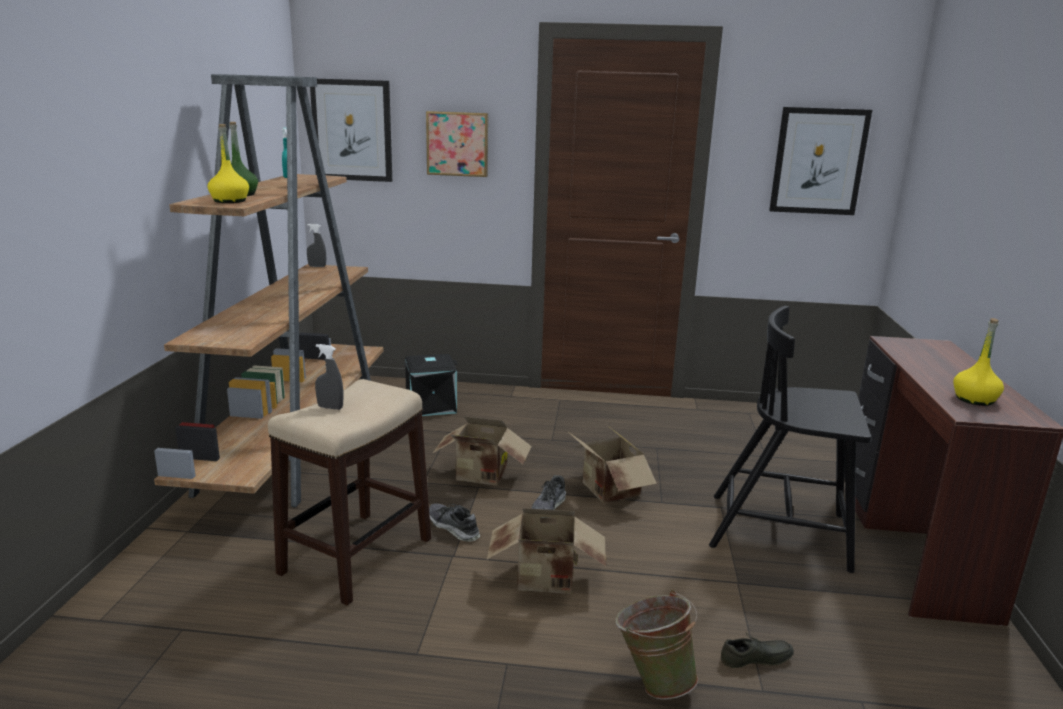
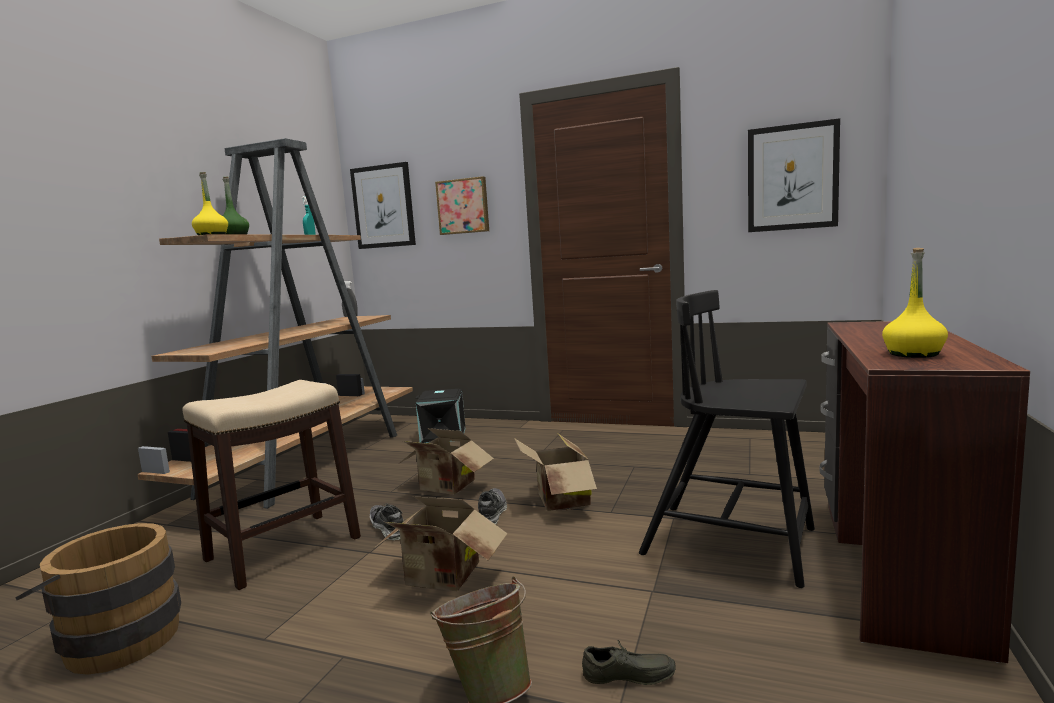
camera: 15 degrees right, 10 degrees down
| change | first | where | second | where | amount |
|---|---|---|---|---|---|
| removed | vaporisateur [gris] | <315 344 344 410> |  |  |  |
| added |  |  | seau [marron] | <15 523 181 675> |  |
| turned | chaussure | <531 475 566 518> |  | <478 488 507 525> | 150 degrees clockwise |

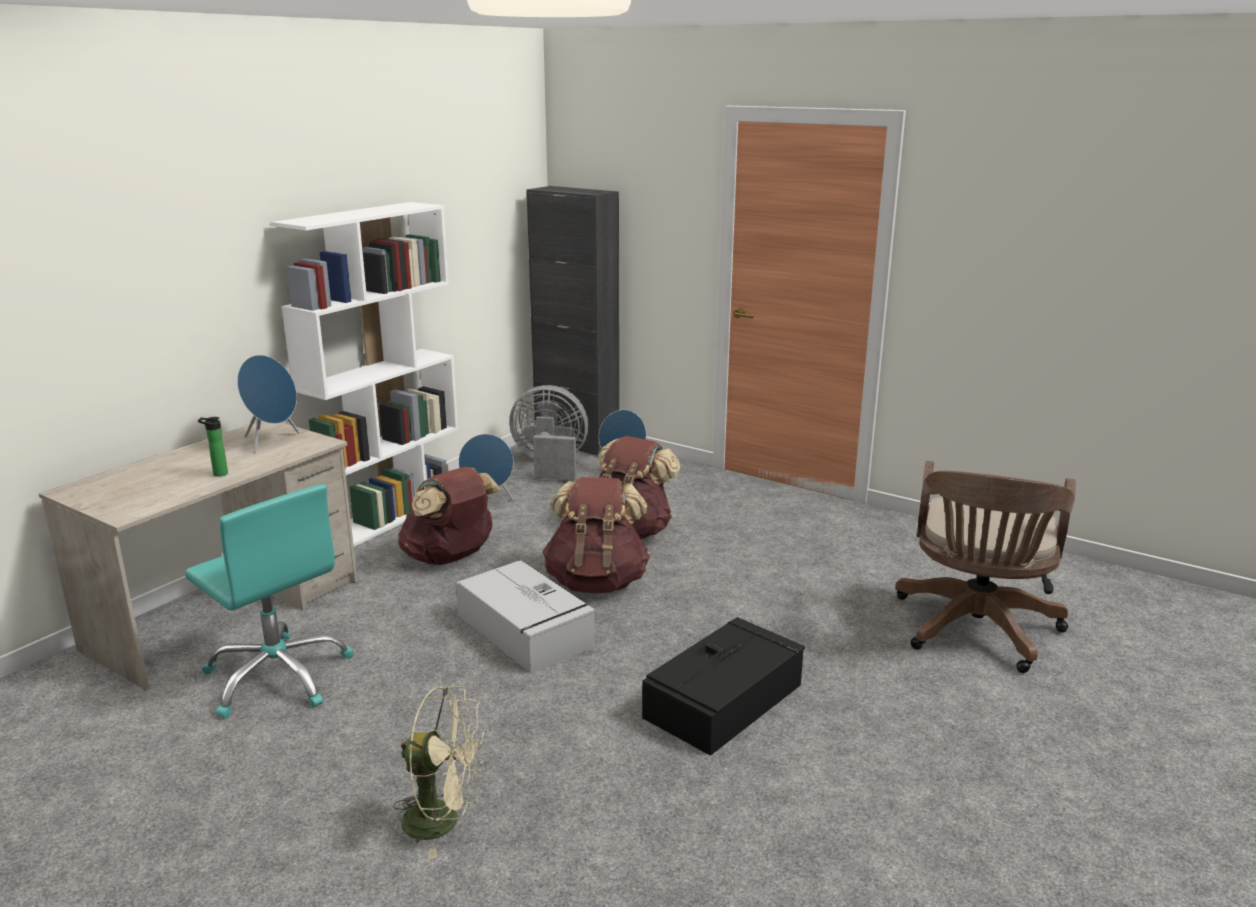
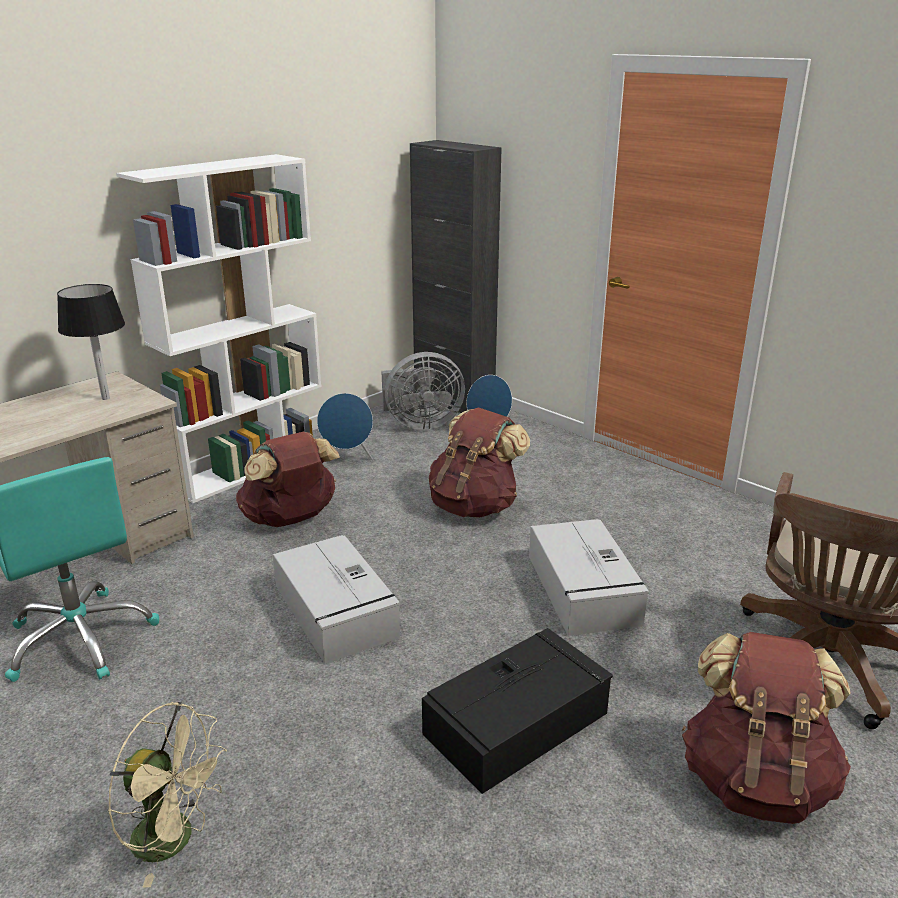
camera: 10 degrees right, 5 degrees up
| change | first | where | second | where | amount |
|---|---|---|---|---|---|
| removed | bouteille | <198 417 228 477> |  |  |  |
| added |  |  | boîte de rangement [gris] | <529 519 649 636> |  |
| moved | sac à dos [marron] | <542 477 650 593> |  | <682 632 851 824> |  |
| replaced | enceinte [bleu] | <237 355 300 453> | lampe de table [noir] | <57 284 125 400> |  |
| turned | ventilateur [gris] | <509 385 588 480> |  | <381 352 465 430> | 150 degrees clockwise |

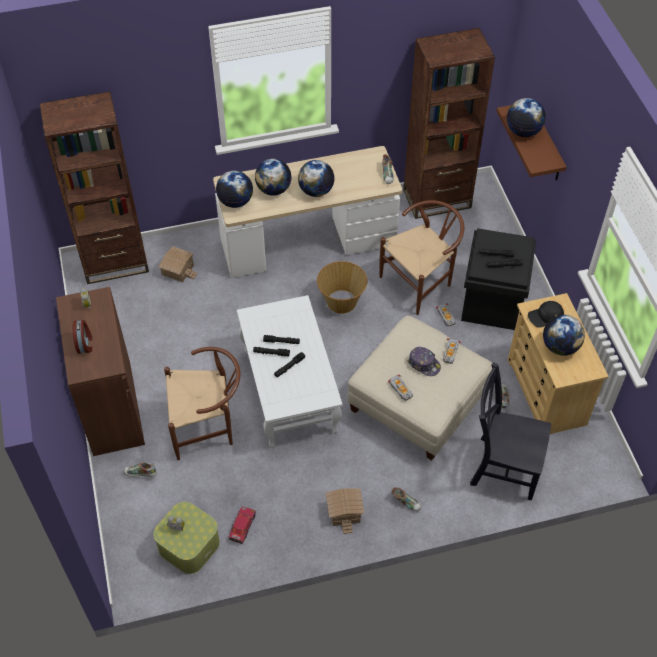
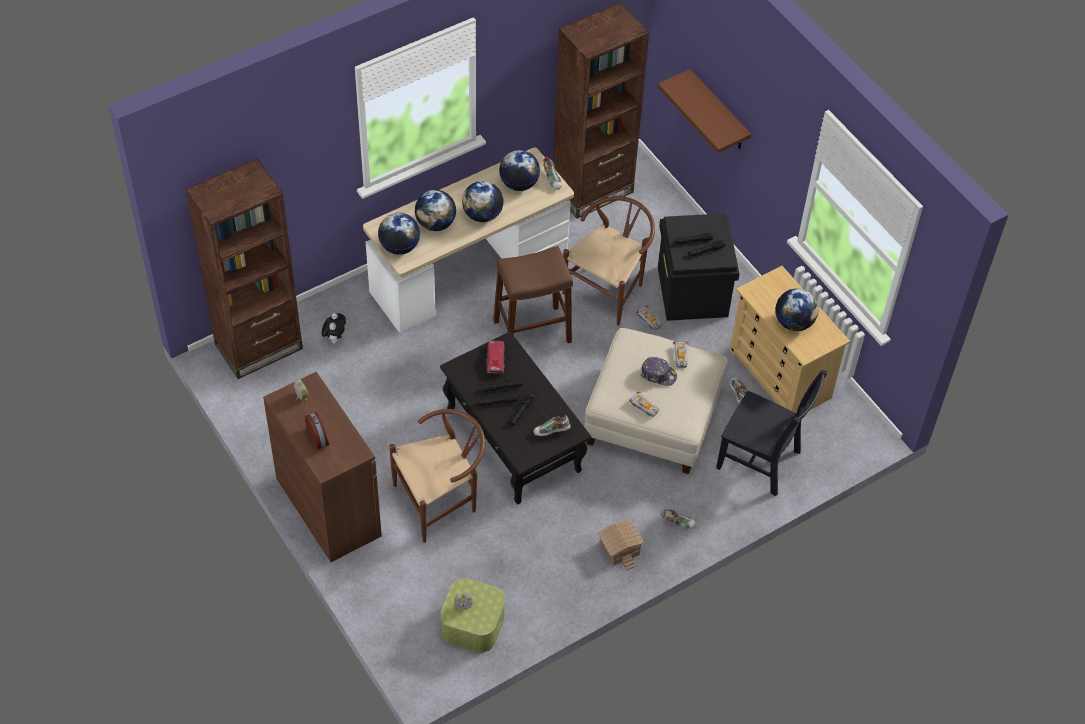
camera: 20 degrees left, 0 degrees up
| change | first | where | second | where | amount |
|---|---|---|---|---|---|
| removed | casquette [noir] | <528 301 564 328> |  |  |  |
| moved | chaussure | <124 462 157 477> |  | <534 415 571 436> |  |
| moved | petite voiture | <228 506 256 544> |  | <486 341 505 374> |  |
| moved | globe | <507 98 546 137> |  | <499 150 540 191> |  |
| replaced | maison miniature | <158 246 197 282> | peluche | <322 313 346 344> |  |
| replaced | panier | <317 261 367 314> | tabouret [marron] | <493 246 573 343> |  |
| recoloured | table basse [blanc] | <237 295 343 448> | table basse [noir] | <440 332 591 505> |  |
| turned | chaise [noir] | <470 362 551 500> |  | <716 370 828 496> | 150 degrees counterclockwise |

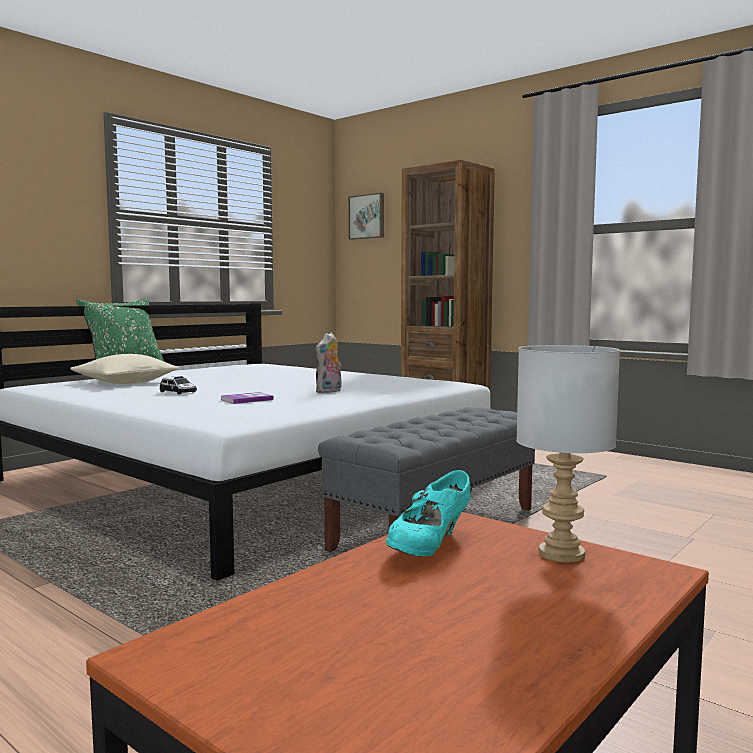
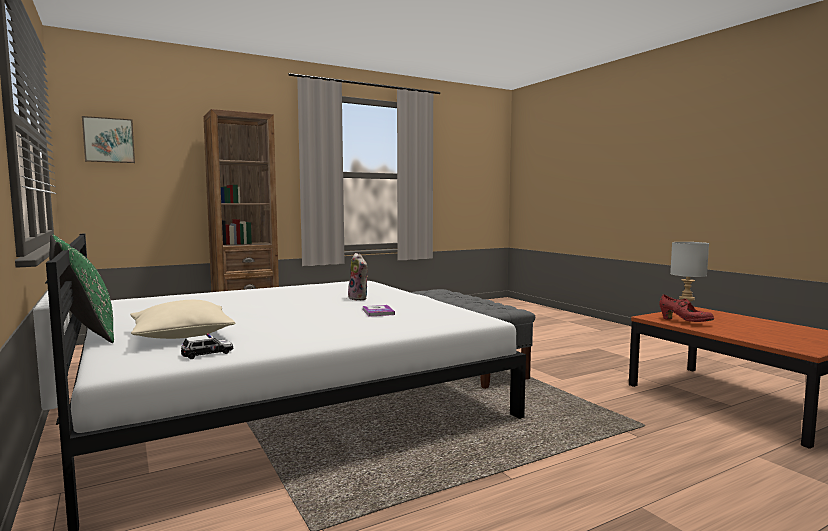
camera: 70 degrees left, 0 degrees up
| change | first | where | second | where | amount |
|---|---|---|---|---|---|
| moved | petite voiture | <160 376 197 394> |  | <181 333 233 359> |  |
| recoloured | chaussure [turquoise] | <386 470 471 556> | chaussure [rouge] | <659 294 714 322> |  |

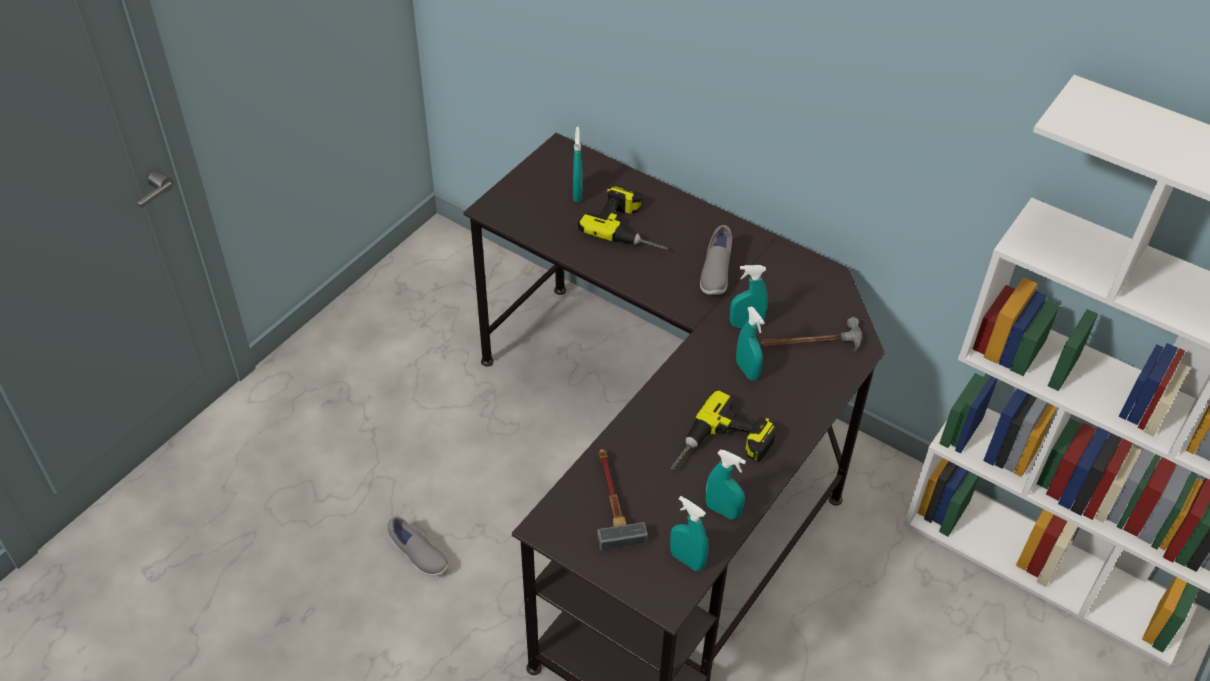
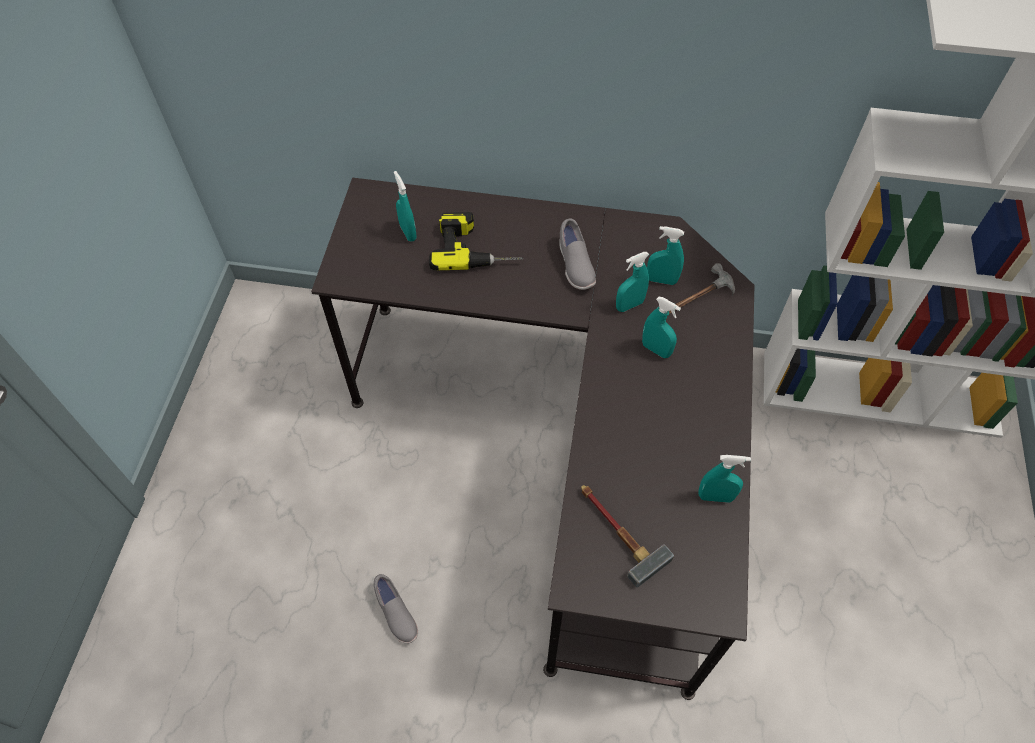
camera: 25 degrees left, 10 degrees up
| change | first | where | second | where | amount |
|---|---|---|---|---|---|
| removed | perceuse | <671 390 776 469> |  |  |  |
| moved | vaporisateur [turquoise] | <670 496 708 571> |  | <647 226 684 285> |  |
| turned | chaussure [gris] | <388 516 449 576> |  | <374 574 418 644> | 45 degrees clockwise |

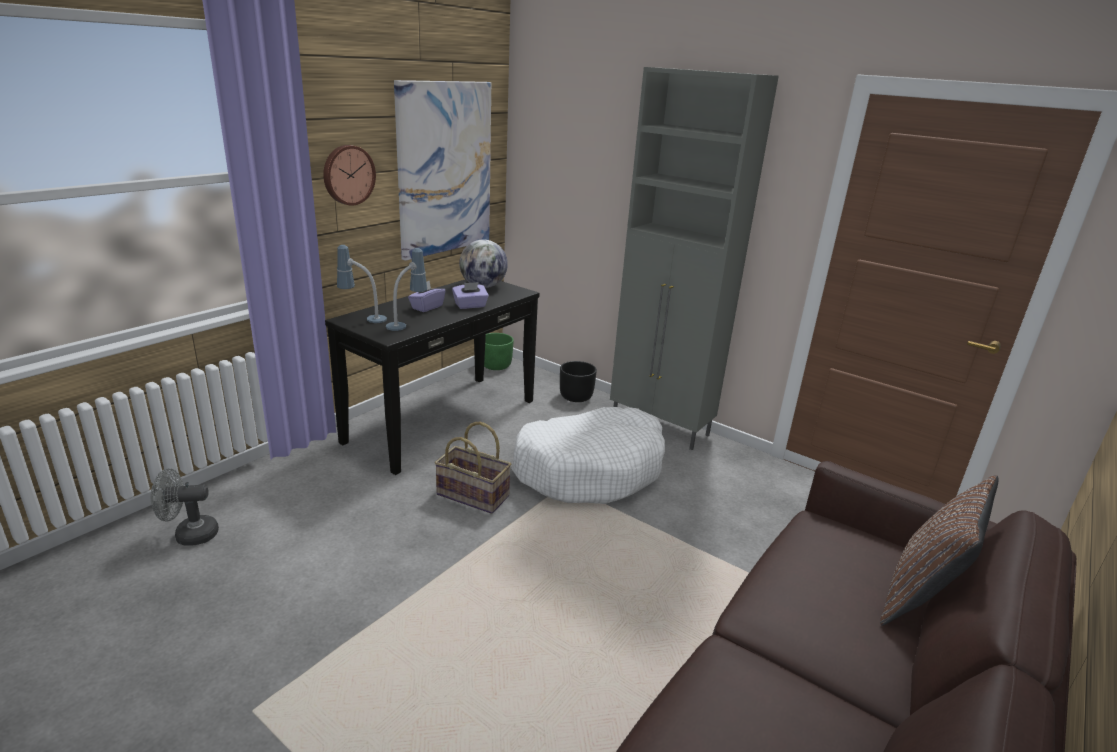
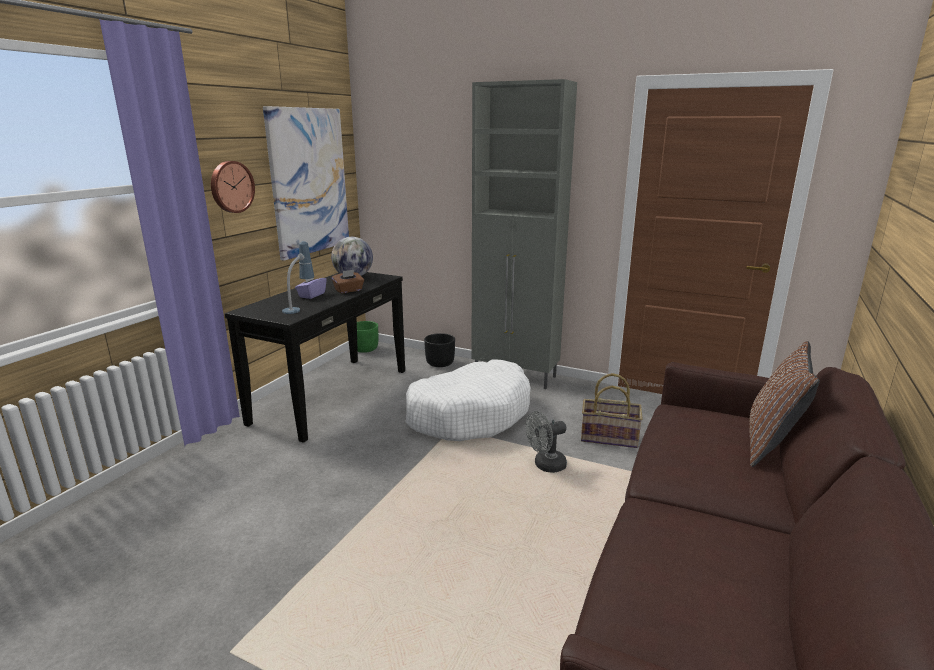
camera: 10 degrees left, 5 degrees down
| change | first | where | second | where | amount |
|---|---|---|---|---|---|
| removed | lampe de table | <337 245 387 323> |  |  |  |
| moved | ventilateur [gris] | <151 469 219 546> |  | <526 411 567 473> |  |
| moved | panier | <435 421 511 514> |  | <581 373 643 448> |  |
| recoloured | boîte à mouchoirs [violet] | <452 282 489 309> | boîte à mouchoirs [marron] | <332 270 364 293> |  |

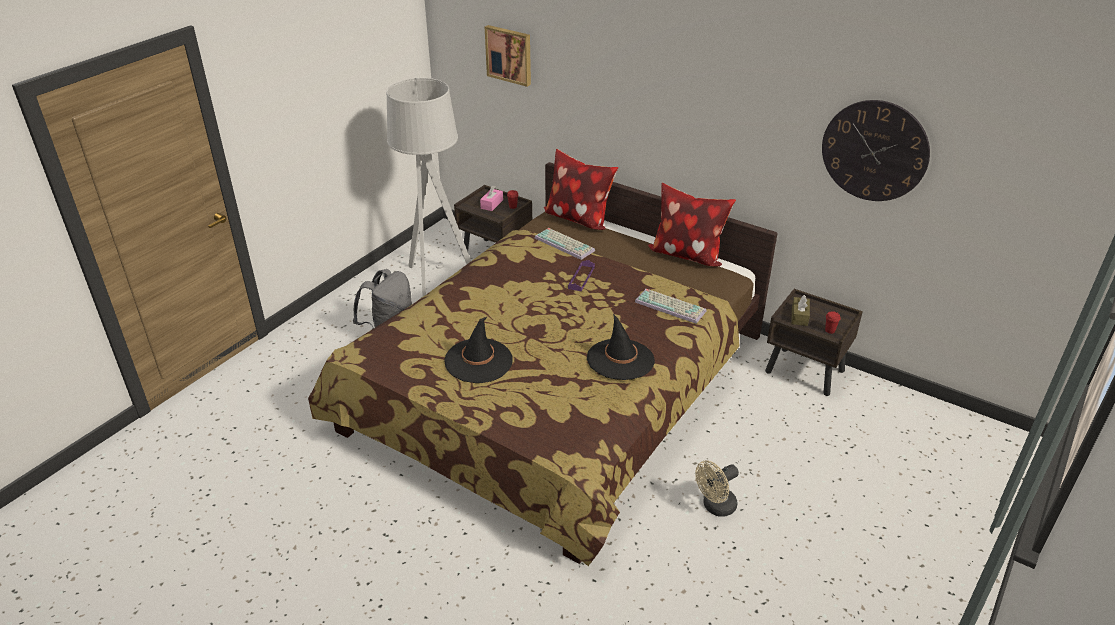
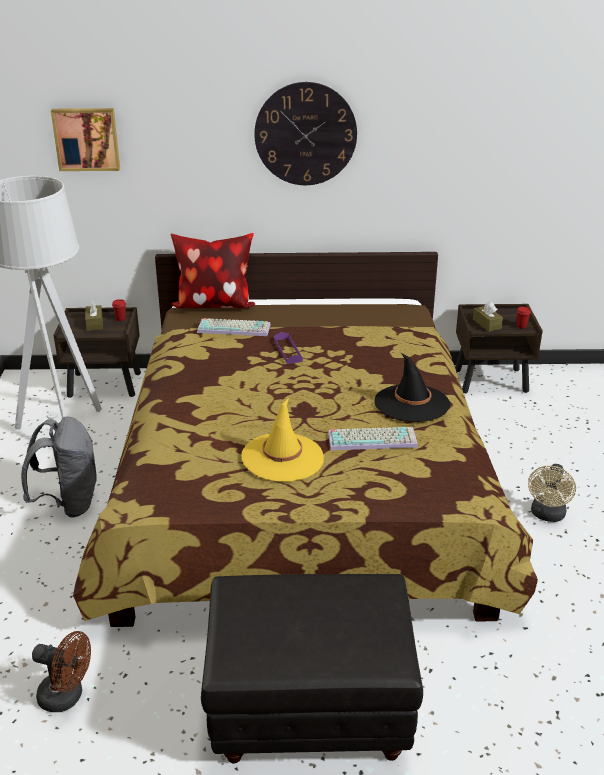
camera: 35 degrees left, 5 degrees down
| change | first | where | second | where | amount |
|---|---|---|---|---|---|
| removed | coussin | <648 183 736 267> |  |  |  |
| added |  |  | ventilateur [marron] | <32 631 91 712> |  |
| added |  |  | pouf [noir] | <201 574 423 763> |  |
| moved | clavier | <635 289 706 324> |  | <328 427 418 450> |  |
| moved | horloge murale | <822 100 930 201> |  | <254 82 357 185> |  |
| recoloured | chapeau [noir] | <444 316 513 383> | chapeau [jaune] | <241 398 324 482> |  |
| recoloured | boîte à mouchoirs [rose] | <480 185 503 211> | boîte à mouchoirs [marron] | <85 301 103 331> |  |

